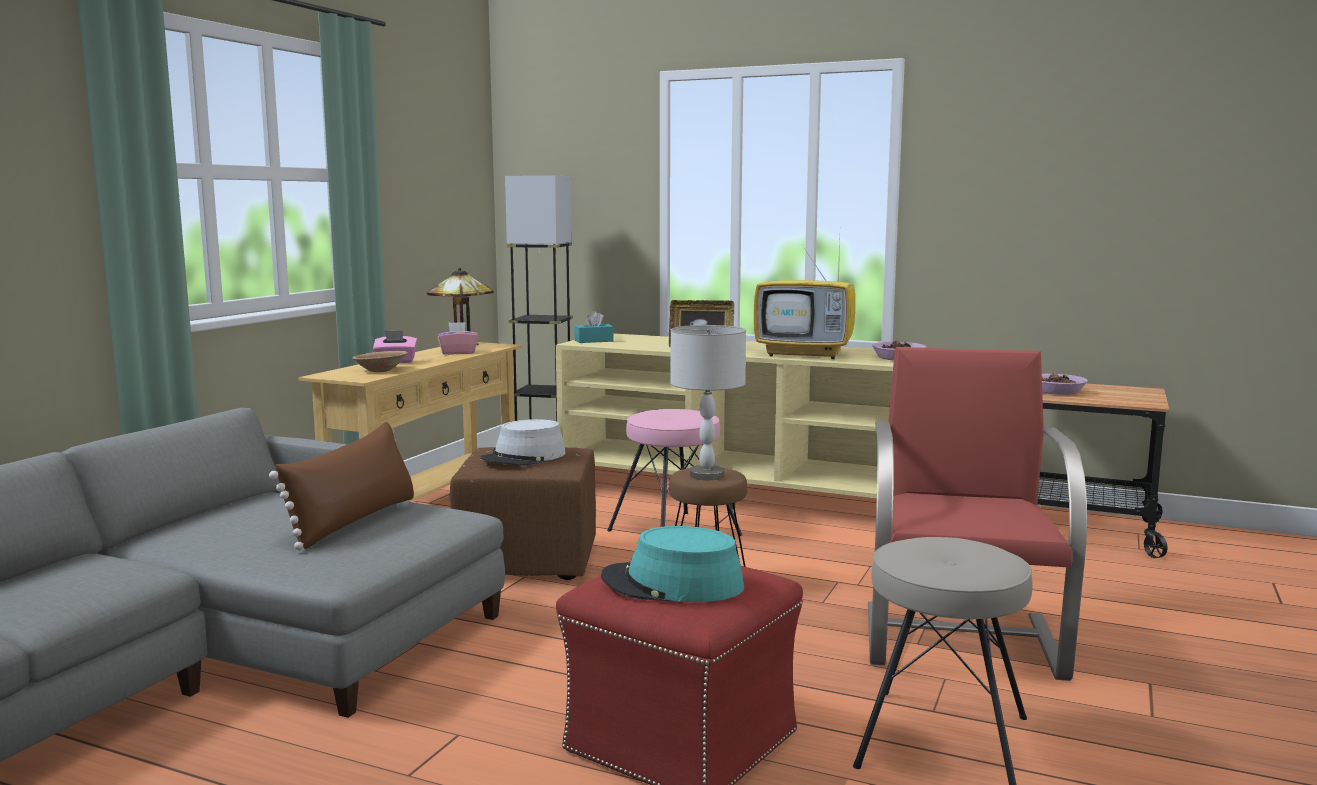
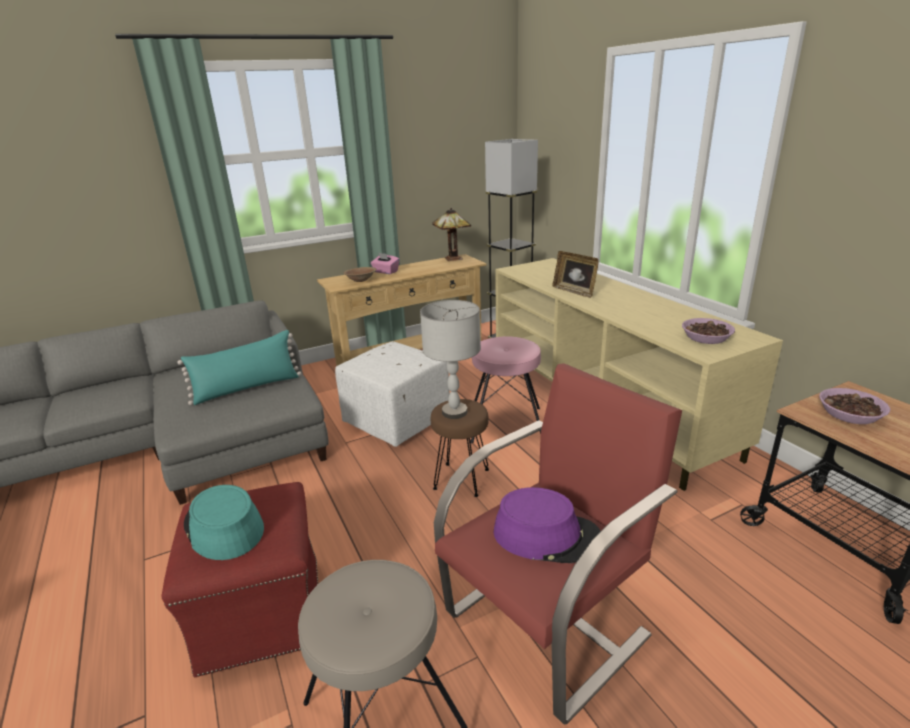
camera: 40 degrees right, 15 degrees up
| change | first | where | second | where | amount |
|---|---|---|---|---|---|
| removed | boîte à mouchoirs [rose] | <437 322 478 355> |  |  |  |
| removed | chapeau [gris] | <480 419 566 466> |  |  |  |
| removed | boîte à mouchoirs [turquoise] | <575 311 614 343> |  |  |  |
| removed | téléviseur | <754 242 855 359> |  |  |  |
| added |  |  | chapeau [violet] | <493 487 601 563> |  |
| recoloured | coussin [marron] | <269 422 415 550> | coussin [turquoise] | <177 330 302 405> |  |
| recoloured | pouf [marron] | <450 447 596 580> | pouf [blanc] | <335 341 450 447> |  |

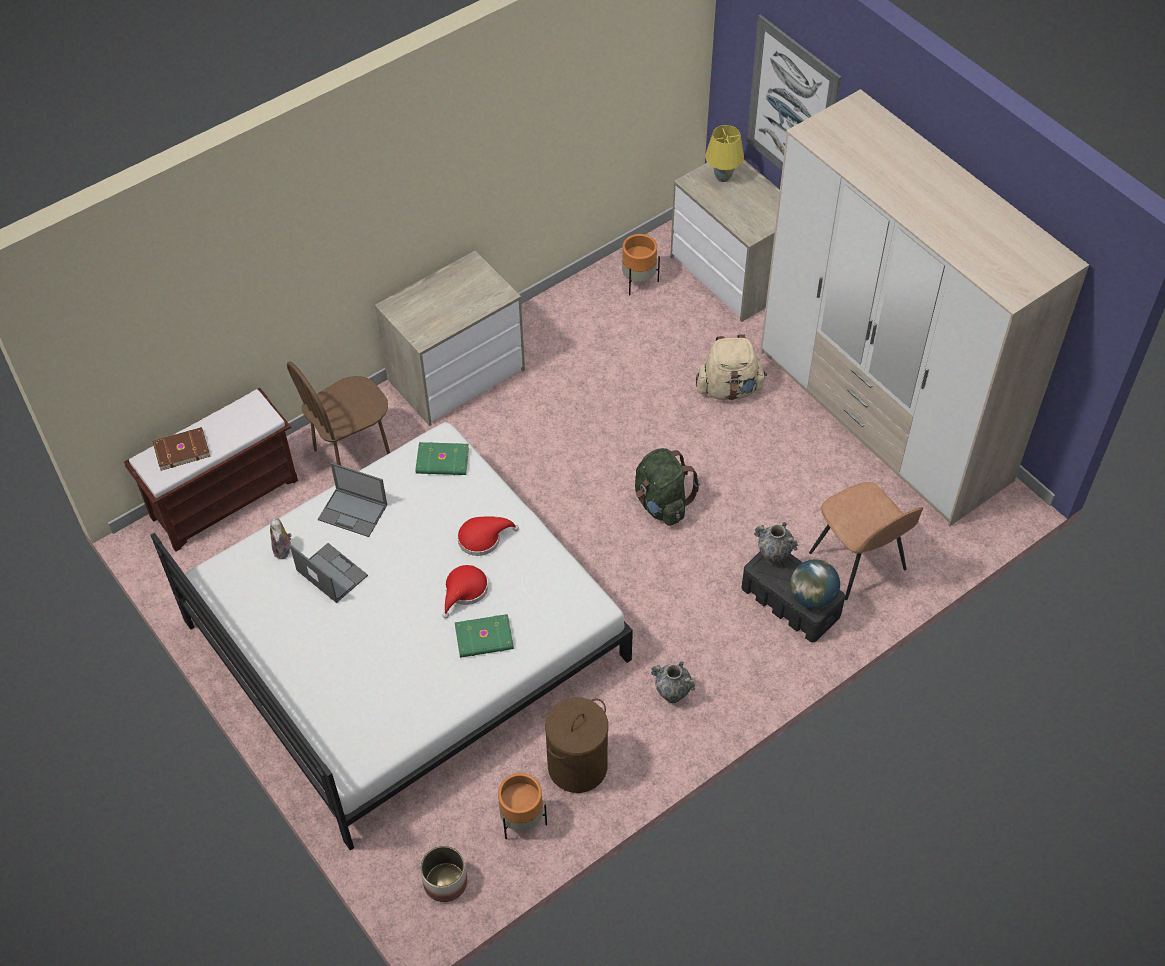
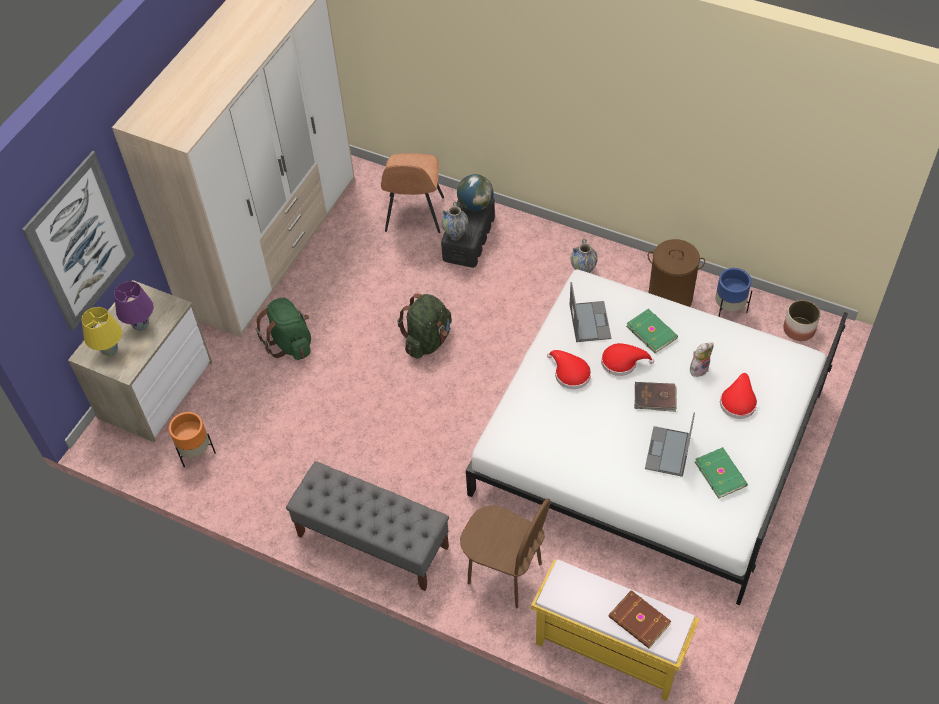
camera: 115 degrees left, 0 degrees up
| change | first | where | second | where | amount |
|---|---|---|---|---|---|
| added |  |  | lampe de table [violet] | <114 281 154 331> |  |
| added |  |  | livre [marron] | <634 382 677 412> |  |
| added |  |  | chapeau [rouge] | <720 373 757 419> |  |
| moved | peluche | <270 517 292 559> |  | <690 343 714 377> |  |
| moved | ordinateur portable | <318 463 387 537> |  | <570 282 611 342> |  |
| moved | livre [vert] | <415 442 469 475> |  | <695 447 748 499> |  |
| replaced | commode | <375 251 525 426> | banc [gris] | <286 461 449 591> |  |
| recoloured | banc [marron] | <124 388 298 552> | banc [jaune] | <531 559 699 701> |  |
| recoloured | cache-pot [orange] | <498 773 547 839> | cache-pot [bleu] | <715 268 752 317> |  |
| recoloured | sac à dos [beige] | <696 334 767 400> | sac à dos [vert] | <256 297 311 360> |  |
| turned | chaise [marron] | <809 482 923 600> |  | <381 153 444 233> | 150 degrees clockwise |

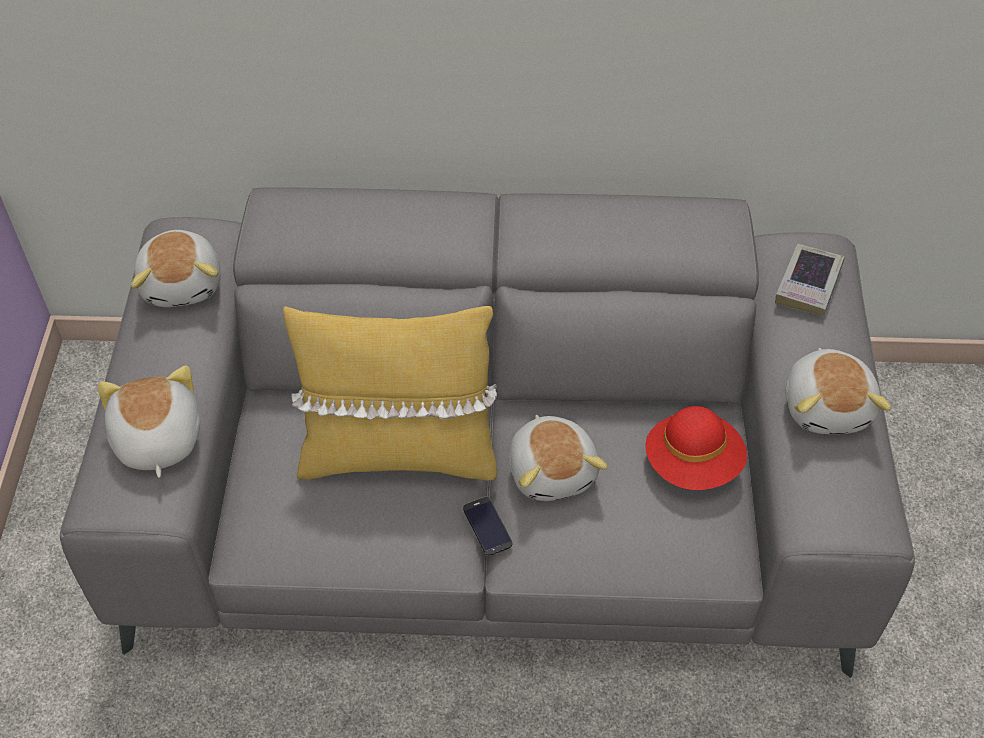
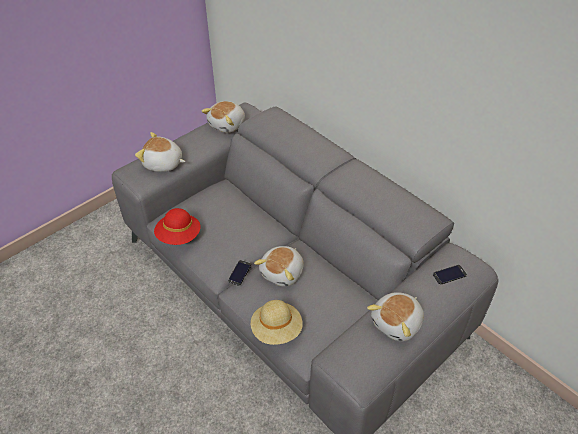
camera: 45 degrees right, 5 degrees down
| change | first | where | second | where | amount |
|---|---|---|---|---|---|
| removed | coussin [jaune] | <283 306 497 481> |  |  |  |
| added |  |  | chapeau [beige] | <251 300 303 345> |  |
| moved | chapeau [rouge] | <645 406 747 490> |  | <154 208 201 245> |  |
| replaced | livre | <775 244 845 316> | téléphone | <433 265 467 284> |  |
| turned | peluche | <98 365 200 478> |  | <135 132 186 172> | 105 degrees counterclockwise |

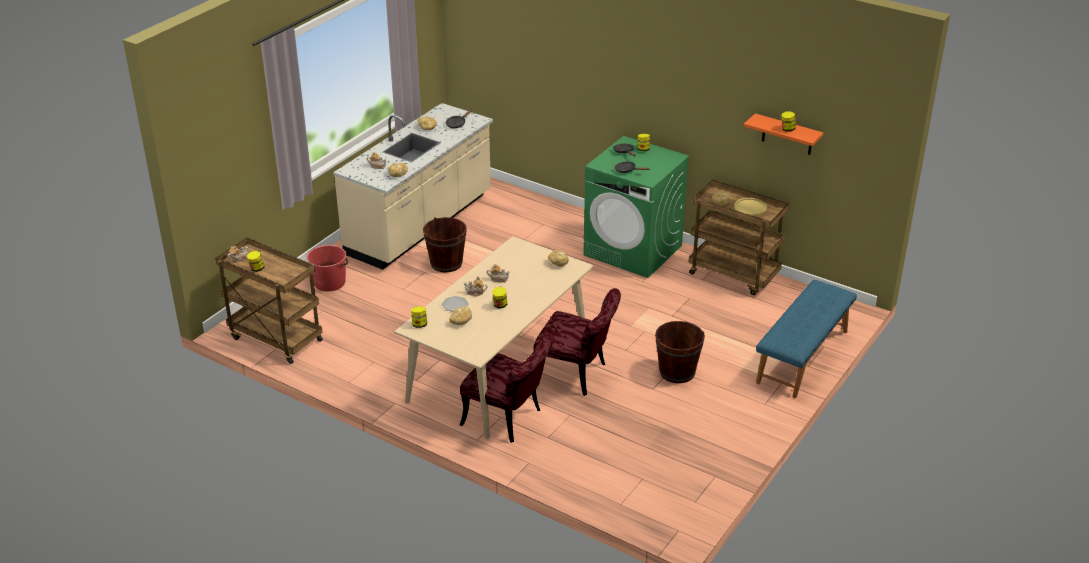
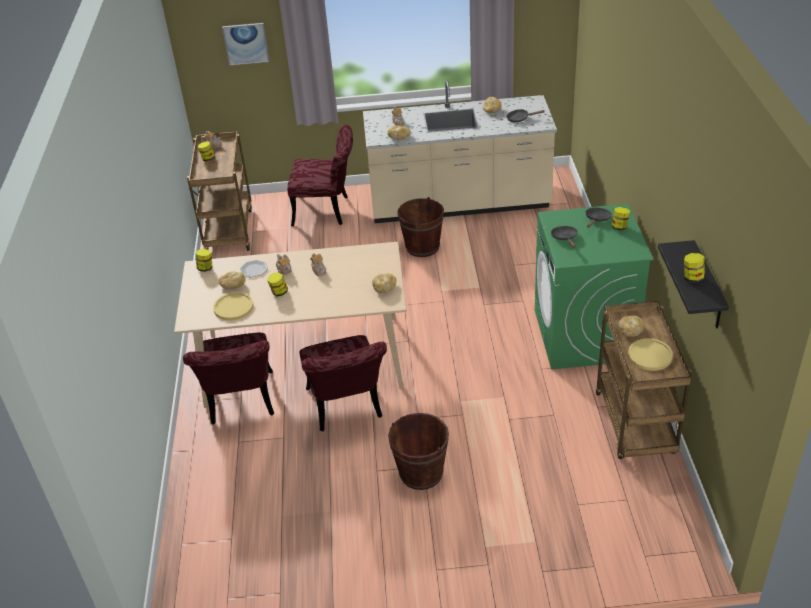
camera: 55 degrees right, 5 degrees up
| change | first | where | second | where | amount |
|---|---|---|---|---|---|
| removed | banc [bleu] | <756 280 857 398> |  |  |  |
| added |  |  | assiette [jaune] | <213 292 254 320> |  |
| added |  |  | tableau | <222 23 269 66> |  |
| replaced | seau [rouge] | <307 245 348 291> | chaise [rouge] | <288 124 353 226> |  |
| recoloured | étagère [orange] | <744 113 823 155> | étagère [noir] | <658 240 729 328> |  |

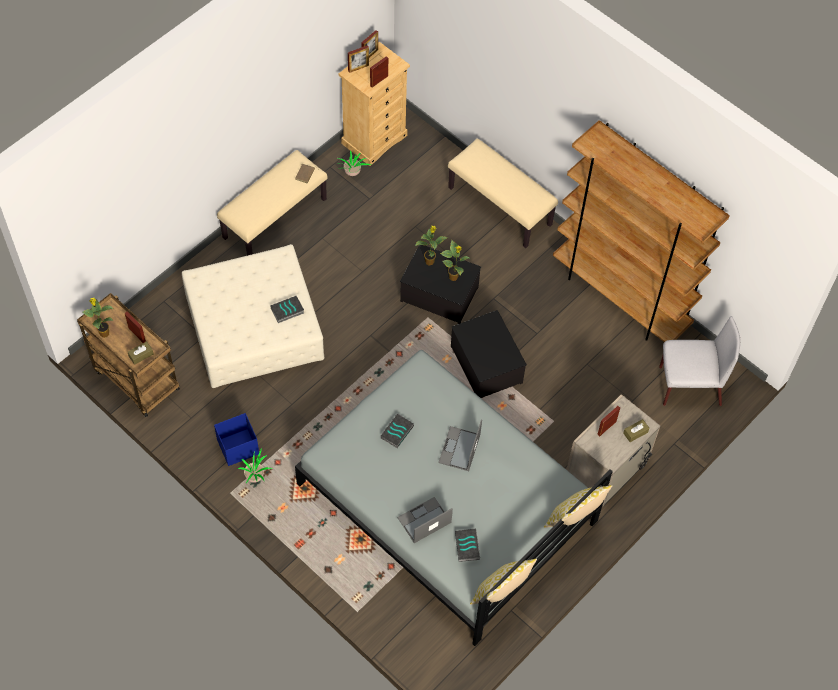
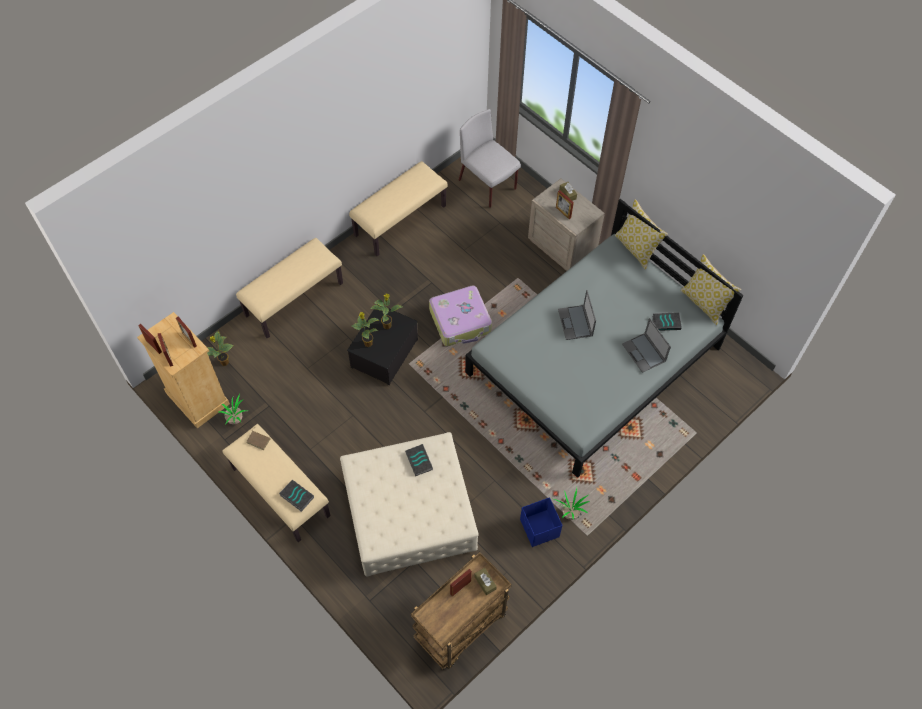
camera: 85 degrees left, 0 degrees up
| change | first | where | second | where | amount |
|---|---|---|---|---|---|
| moved | plante en pot | <83 298 114 338> |  | <207 331 234 366> |  |
| moved | livre | <380 413 414 448> |  | <279 480 314 512> |  |
| replaced | boîte de rangement | <451 310 527 398> | valise | <429 285 492 346> |  |
| replaced | bibliothèque [marron] | <553 120 730 342> | banc [beige] | <349 161 448 256> |  |
| turned | ordinateur portable | <438 420 482 471> |  | <558 290 596 340> | 60 degrees clockwise |
| turned | chaise [gris] | <659 316 740 406> |  | <459 109 521 208> | 45 degrees counterclockwise |

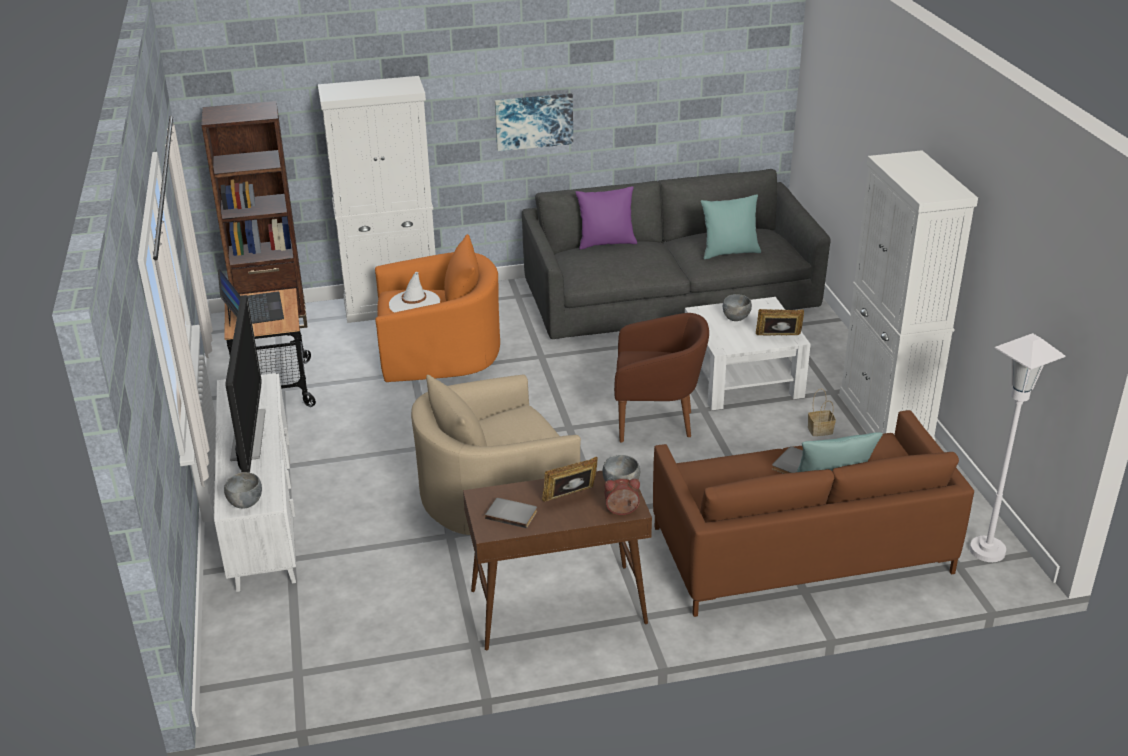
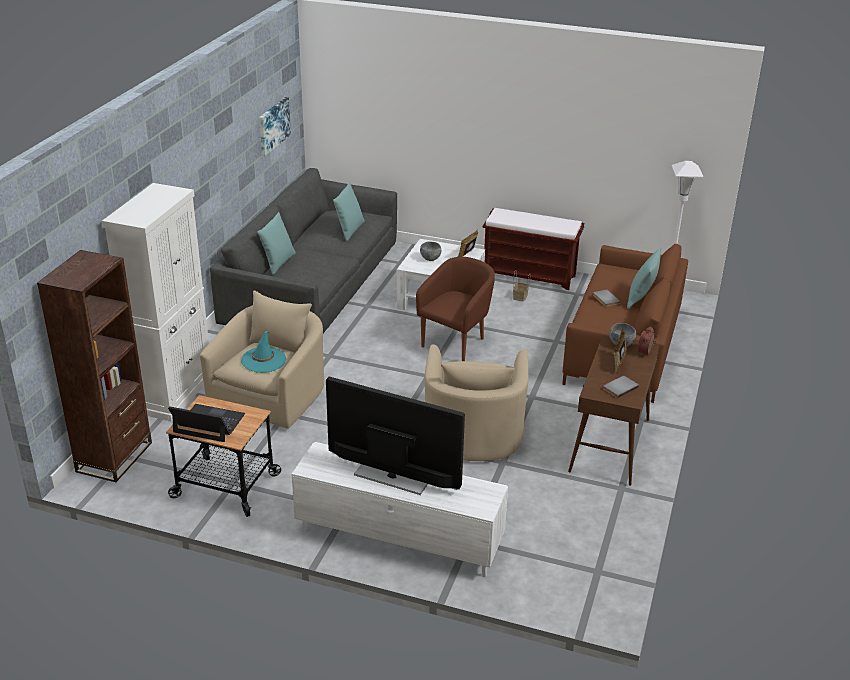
camera: 60 degrees left, 0 degrees up
| change | first | where | second | where | amount |
|---|---|---|---|---|---|
| removed | bol [gris] | <224 472 262 508> |  |  |  |
| moved | tableau | <495 93 573 151> |  | <259 97 291 156> |  |
| replaced | meuble de rangement [blanc] | <839 150 978 440> | banc [marron] | <482 208 584 290> |  |
| recoloured | fauteuil [orange] | <375 234 500 382> | fauteuil [beige] | <200 291 324 429> |  |
| recoloured | chapeau [blanc] | <389 272 440 313> | chapeau [turquoise] | <241 331 286 373> |  |
| recoloured | coussin [violet] | <576 186 637 250> | coussin [turquoise] | <257 212 296 275> |  |

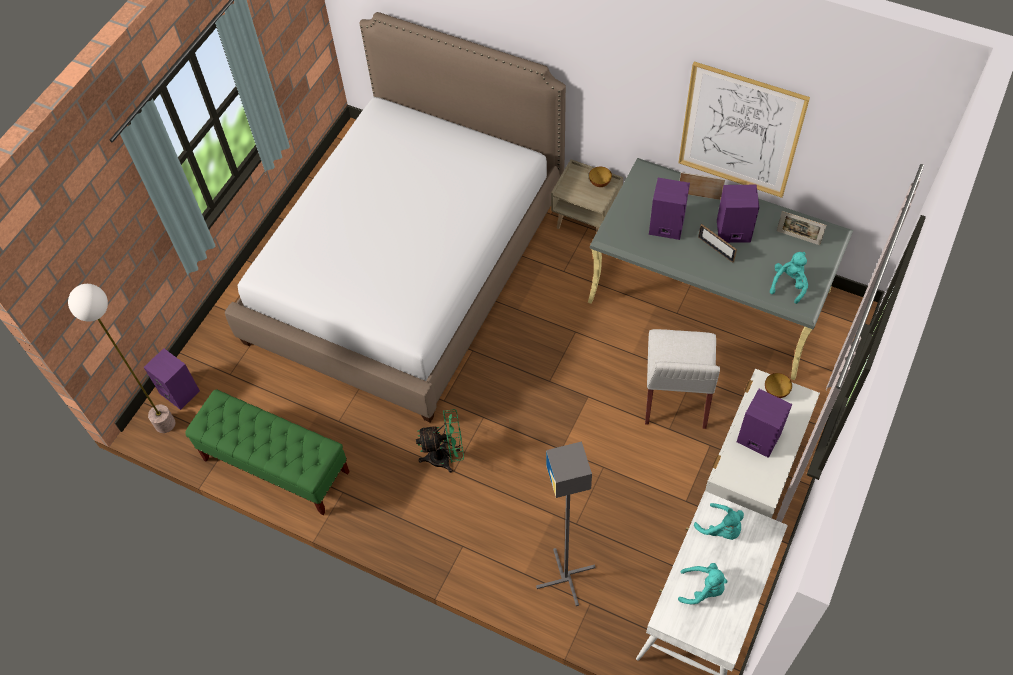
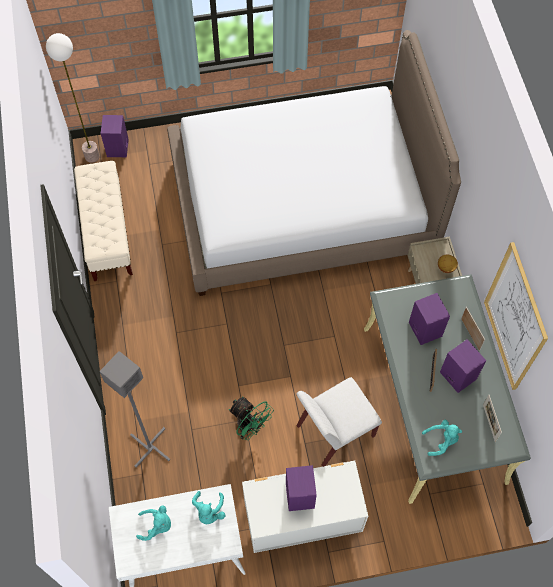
camera: 50 degrees right, 5 degrees up
| change | first | where | second | where | amount |
|---|---|---|---|---|---|
| removed | bol | <765 373 792 398> |  |  |  |
| moved | ventilateur [vert] | <416 409 464 473> |  | <229 396 274 440> |  |
| recoloured | banc [vert] | <185 389 350 515> | banc [beige] | <74 161 133 281> |  |
| turned | peluche [turquoise] | <678 563 727 604> |  | <136 505 171 541> | 60 degrees counterclockwise |

